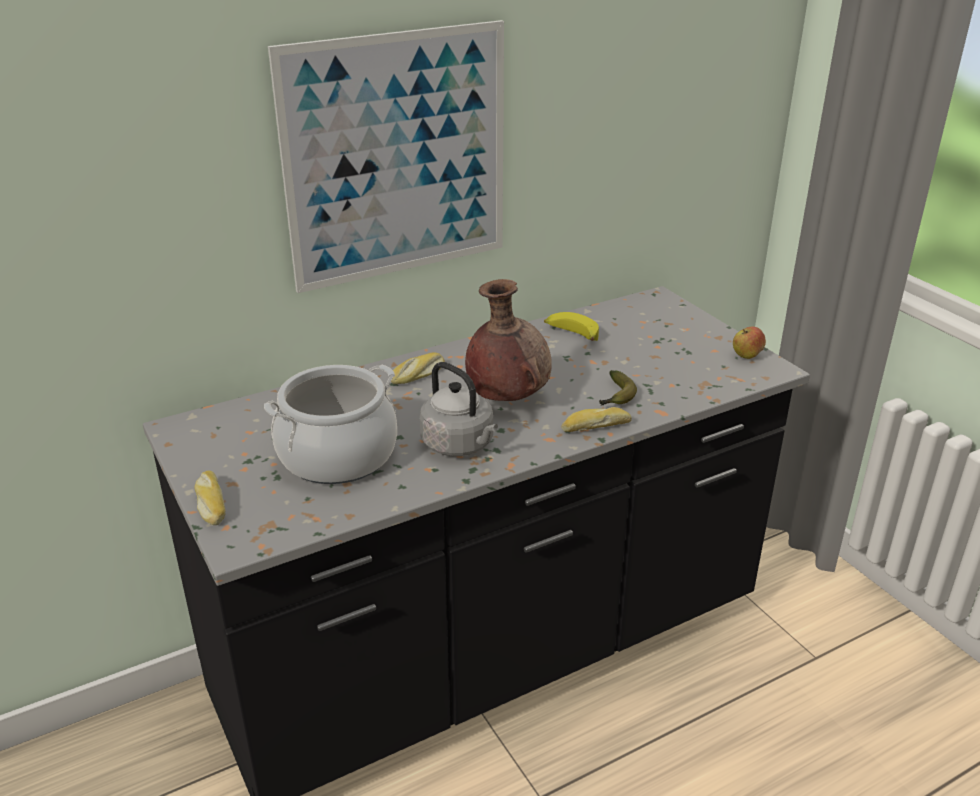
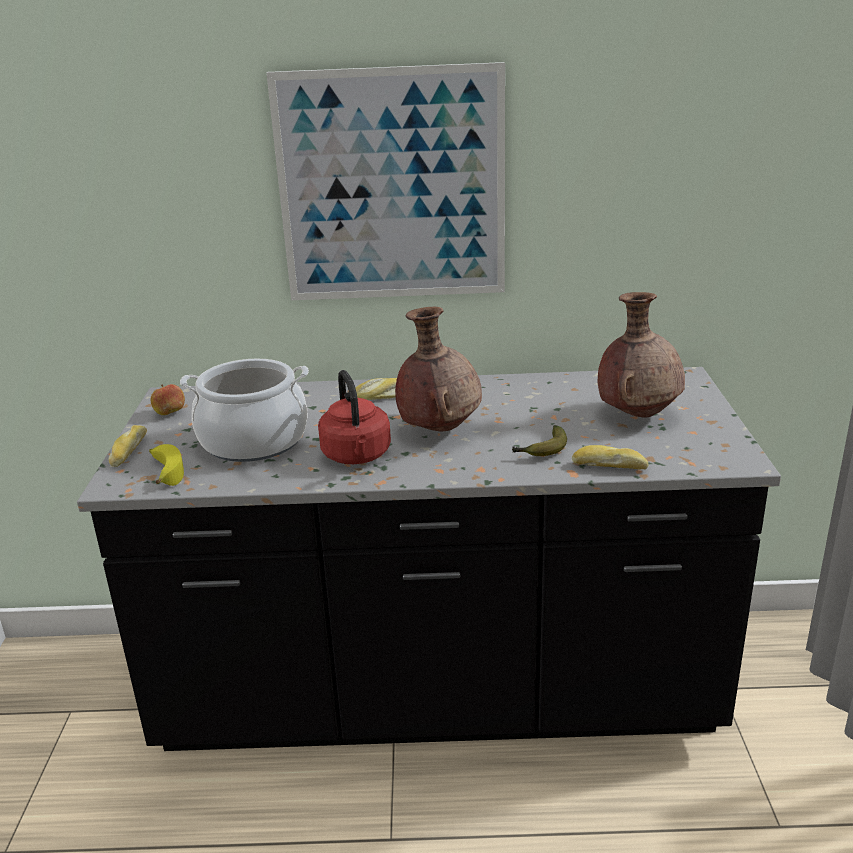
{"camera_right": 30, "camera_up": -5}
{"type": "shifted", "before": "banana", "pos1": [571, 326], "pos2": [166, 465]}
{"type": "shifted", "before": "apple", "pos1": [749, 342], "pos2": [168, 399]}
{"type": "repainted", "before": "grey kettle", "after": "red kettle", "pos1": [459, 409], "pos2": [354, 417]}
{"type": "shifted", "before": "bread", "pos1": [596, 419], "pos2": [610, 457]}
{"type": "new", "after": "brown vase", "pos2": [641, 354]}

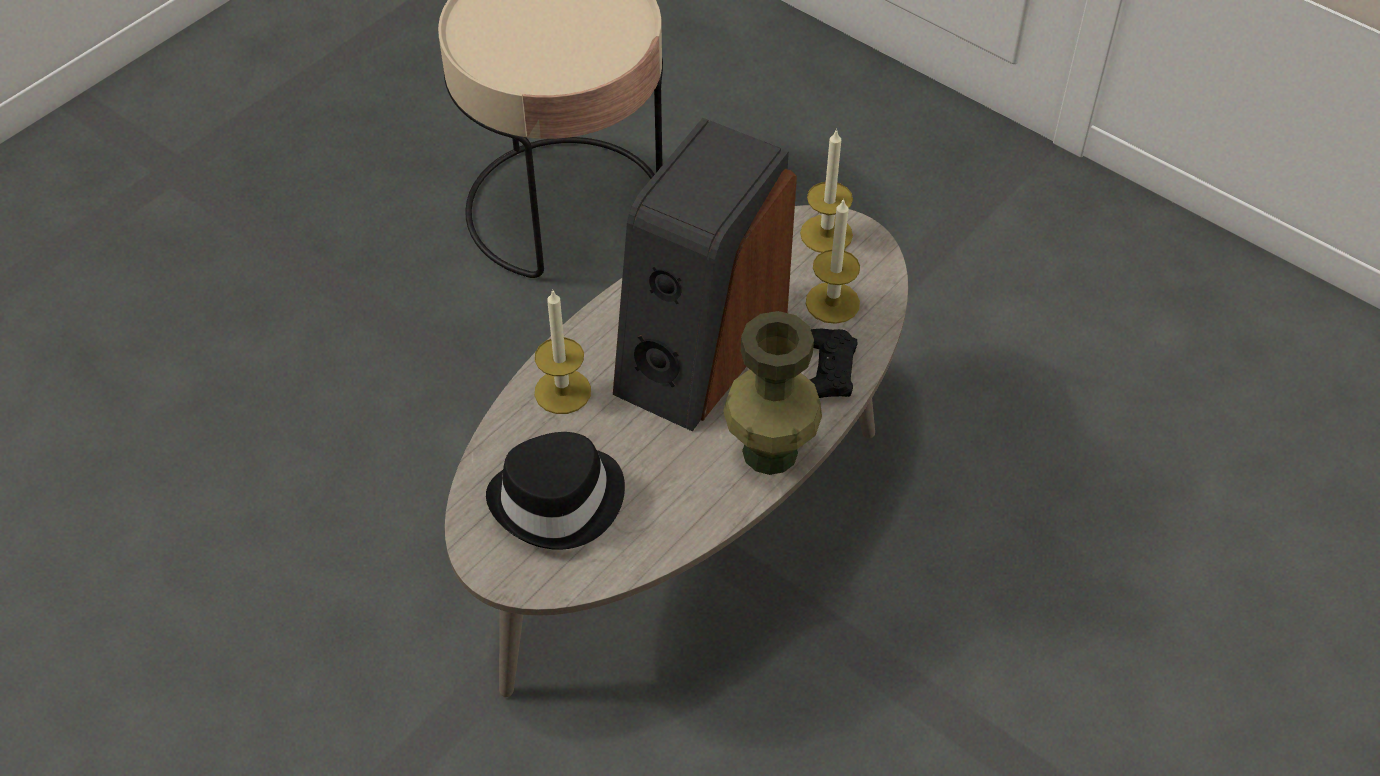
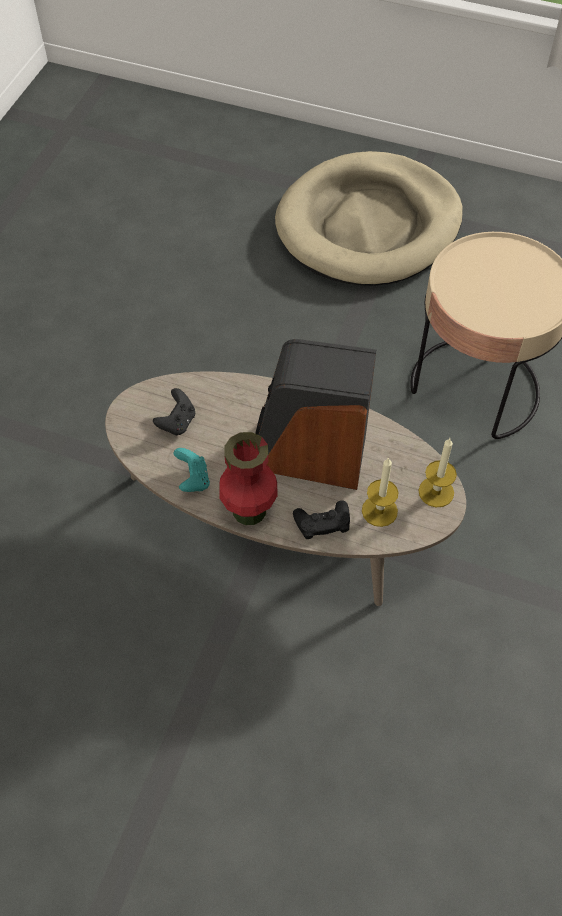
{"camera_right": 70, "camera_up": 5}
{"type": "gone", "before": "candle", "pos1": [563, 351]}
{"type": "repainted", "before": "green vase", "after": "red vase", "pos1": [772, 393], "pos2": [248, 478]}
{"type": "swapped", "before": "black hat", "after": "black game controller", "pos1": [555, 491], "pos2": [174, 412]}
{"type": "new", "after": "beige dog bed", "pos2": [369, 218]}
{"type": "new", "after": "turquoise game controller", "pos2": [191, 470]}

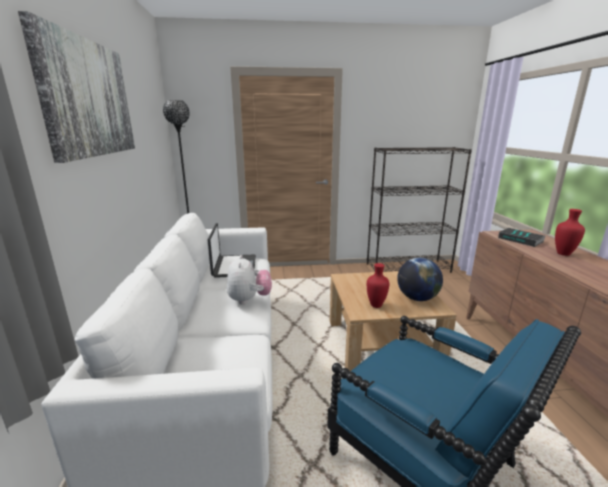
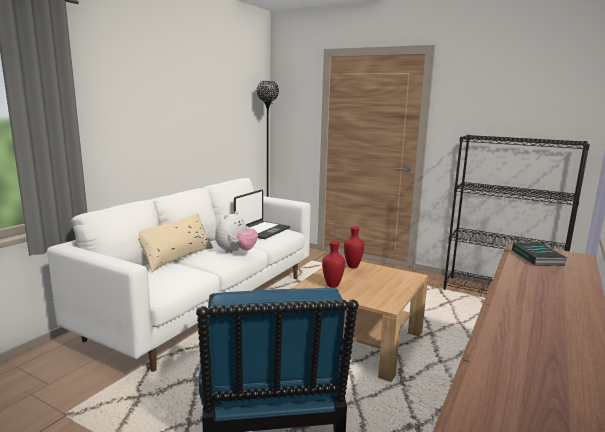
{"camera_right": 35, "camera_up": -5}
{"type": "gone", "before": "picture", "pos1": [76, 87]}
{"type": "shifted", "before": "red vase", "pos1": [570, 232], "pos2": [354, 247]}
{"type": "gone", "before": "globe", "pos1": [420, 279]}
{"type": "new", "after": "beige pillow", "pos2": [175, 242]}

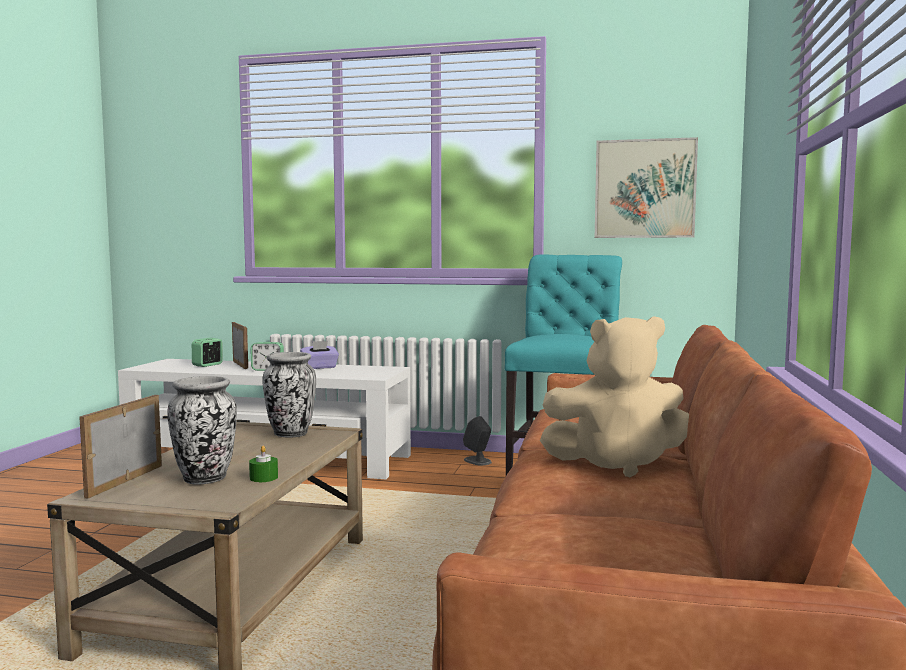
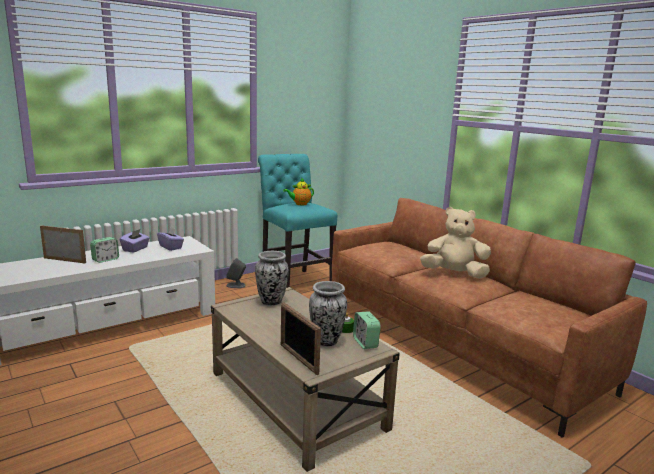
{"camera_right": -50, "camera_up": 10}
{"type": "gone", "before": "picture", "pos1": [646, 187]}
{"type": "rotated", "before": "beige plush toy", "pos1": [614, 396], "pos2": [455, 243], "turn": -120}
{"type": "shifted", "before": "alarm clock", "pos1": [207, 352], "pos2": [367, 330]}
{"type": "new", "after": "teapot", "pos2": [298, 191]}
{"type": "new", "after": "purple tissue box", "pos2": [170, 239]}

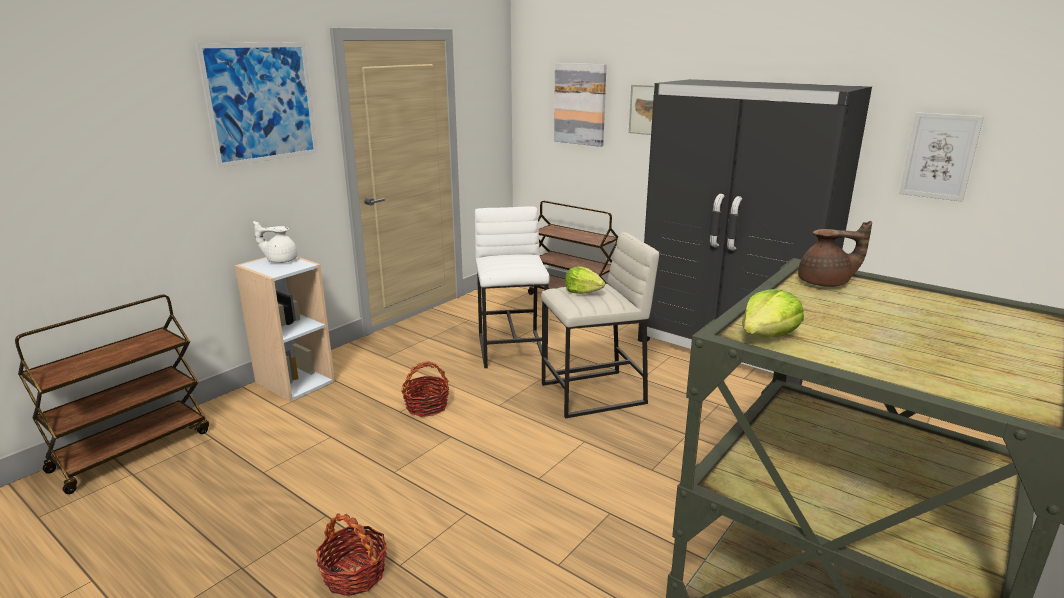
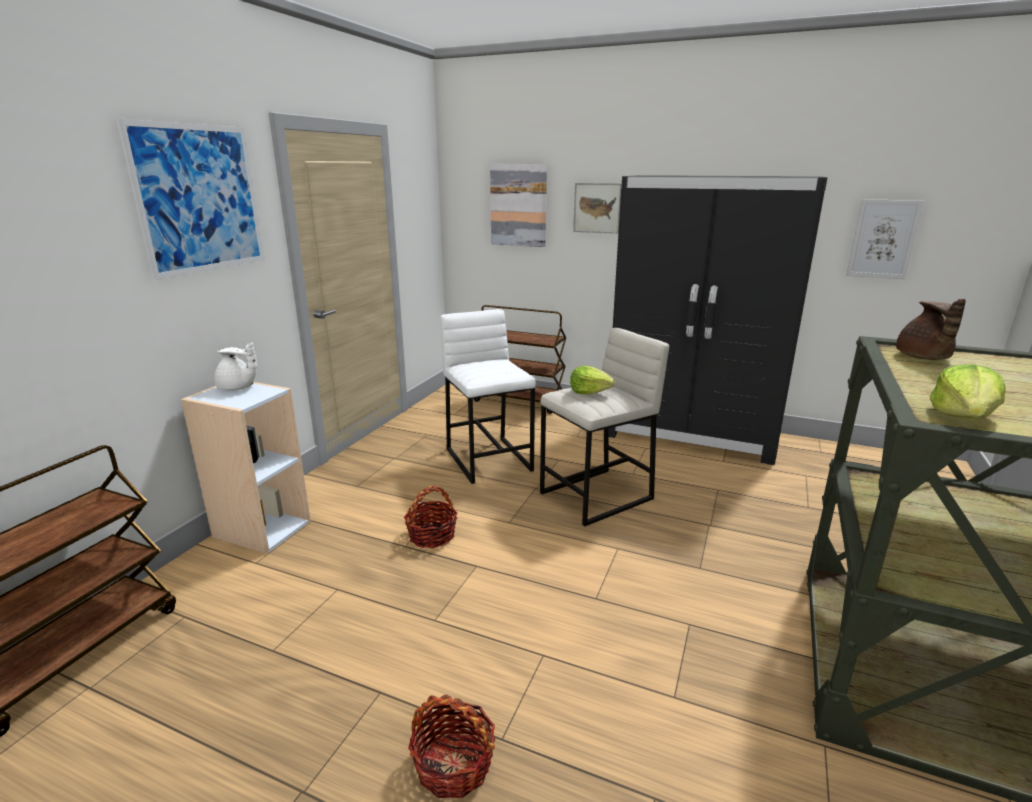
{"camera_right": -15, "camera_up": 0}
{"type": "rotated", "before": "white teapot", "pos1": [275, 242], "pos2": [235, 366], "turn": -150}
{"type": "rotated", "before": "brown teapot", "pos1": [835, 254], "pos2": [931, 329], "turn": 105}

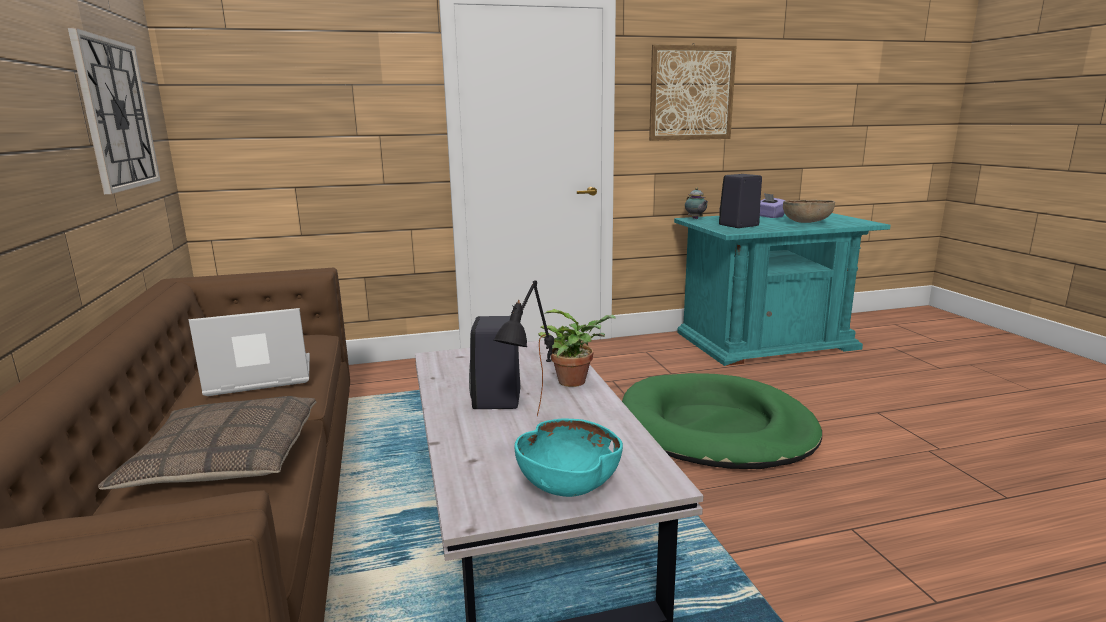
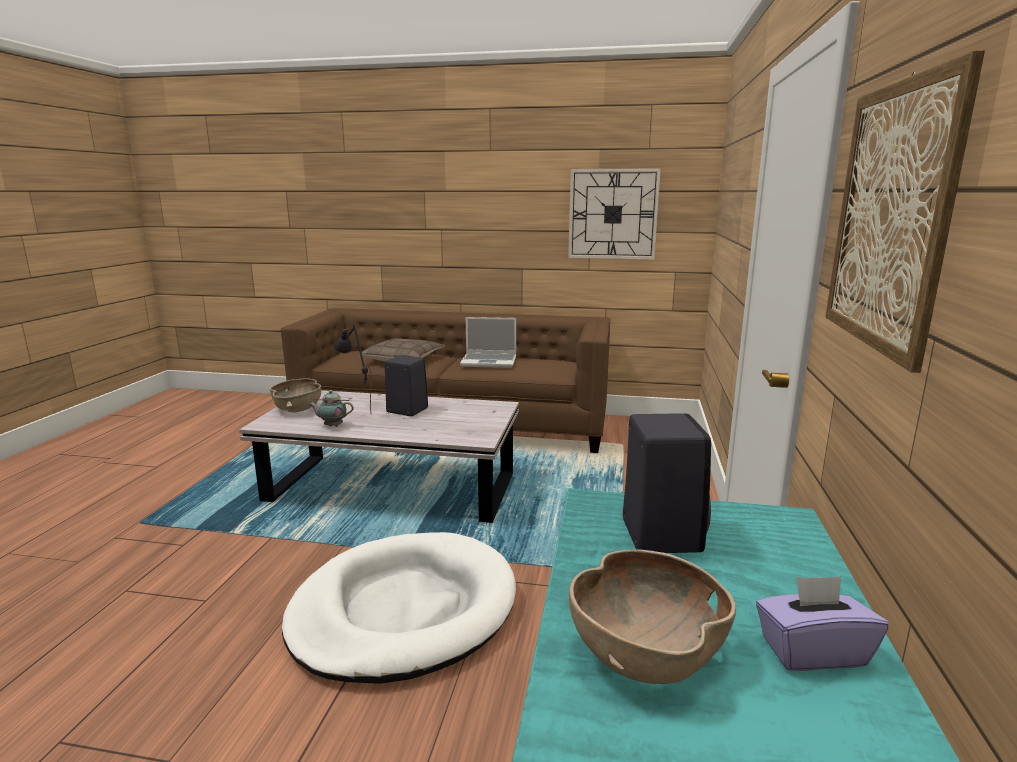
{"camera_right": 115, "camera_up": 0}
{"type": "shifted", "before": "teapot", "pos1": [696, 203], "pos2": [331, 408]}
{"type": "rotated", "before": "laptop", "pos1": [249, 352], "pos2": [488, 342], "turn": 90}
{"type": "gone", "before": "potted plant", "pos1": [577, 348]}
{"type": "repainted", "before": "green dog bed", "after": "white dog bed", "pos1": [722, 421], "pos2": [399, 608]}
{"type": "repainted", "before": "turquoise bowl", "after": "brown bowl", "pos1": [568, 457], "pos2": [295, 395]}

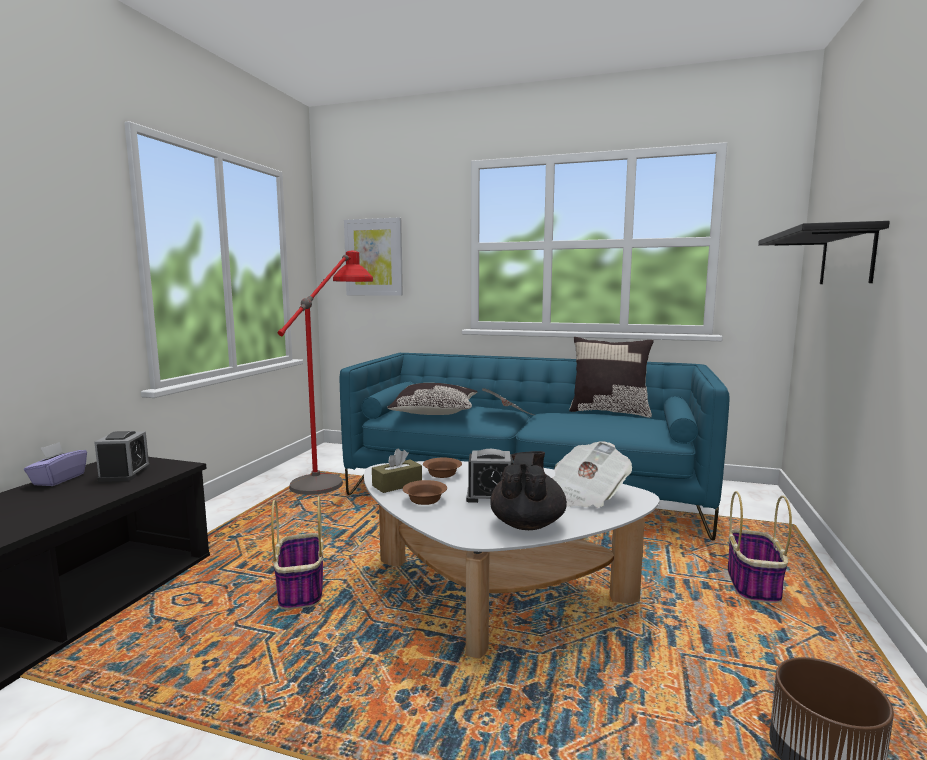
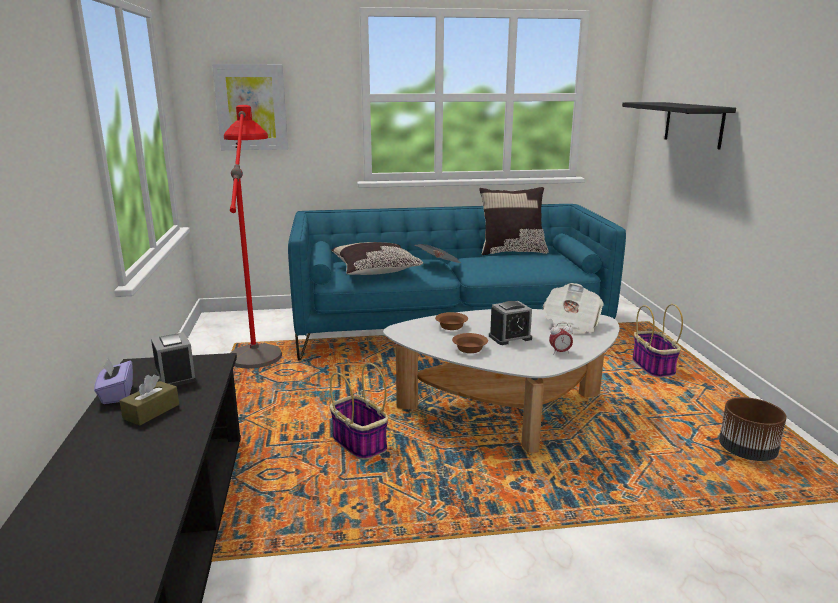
{"camera_right": -25, "camera_up": 10}
{"type": "shifted", "before": "brown tissue box", "pos1": [397, 470], "pos2": [149, 399]}
{"type": "swapped", "before": "black teapot", "after": "alarm clock", "pos1": [528, 490], "pos2": [561, 338]}

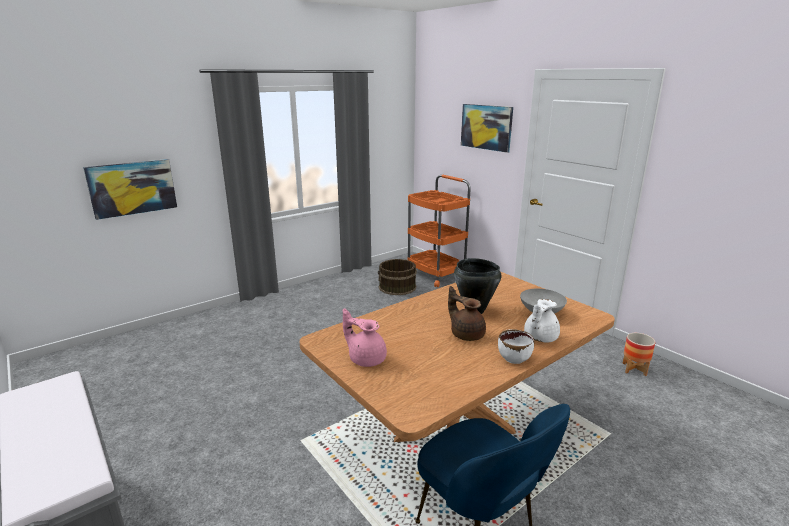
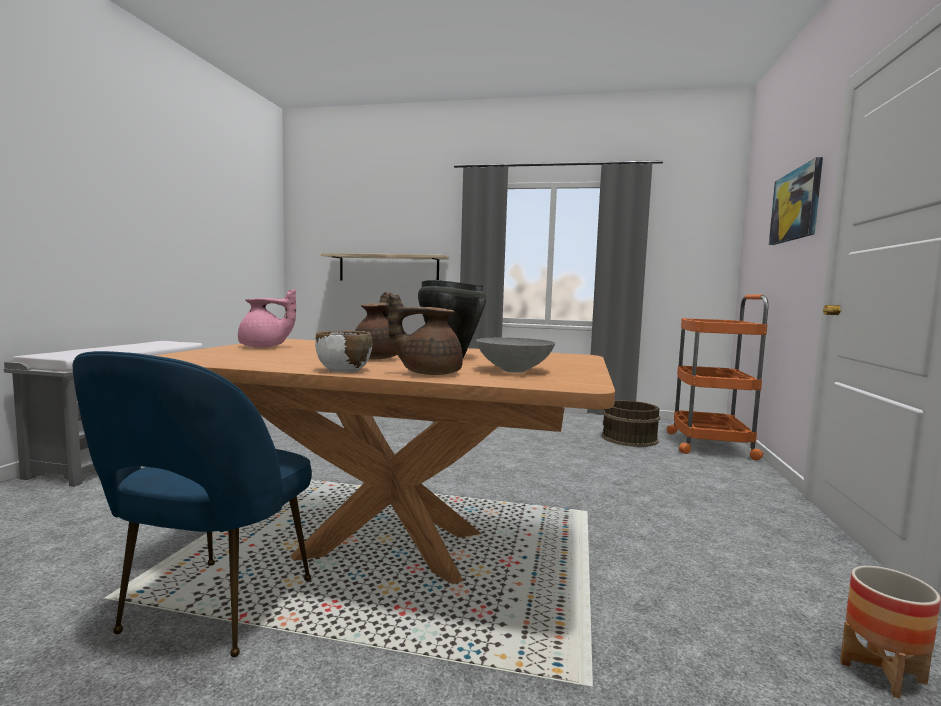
{"camera_right": 50, "camera_up": -15}
{"type": "swapped", "before": "picture", "after": "shelf", "pos1": [130, 189], "pos2": [385, 266]}
{"type": "repainted", "before": "white teapot", "after": "brown teapot", "pos1": [542, 321], "pos2": [425, 333]}
{"type": "rotated", "before": "pink teapot", "pos1": [365, 337], "pos2": [267, 318], "turn": 90}

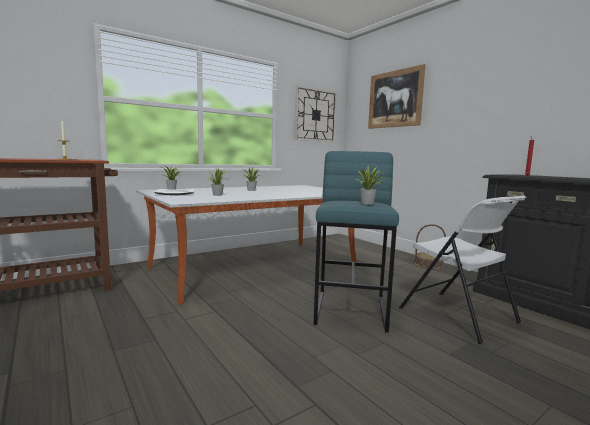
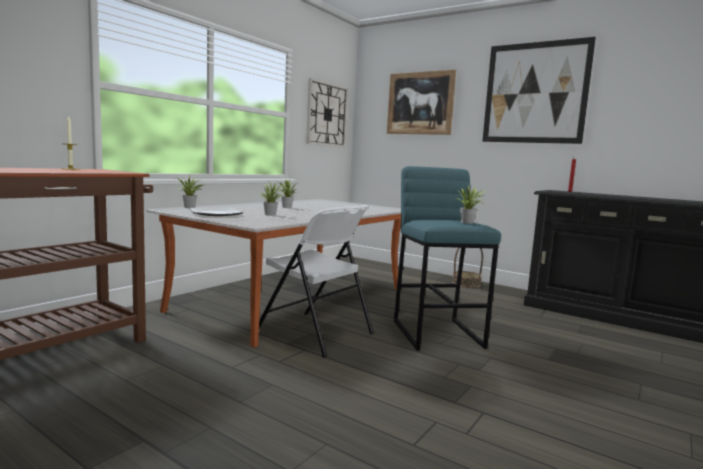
{"camera_right": -20, "camera_up": 0}
{"type": "shifted", "before": "white chair", "pos1": [463, 269], "pos2": [316, 281]}
{"type": "new", "after": "picture", "pos2": [539, 90]}

